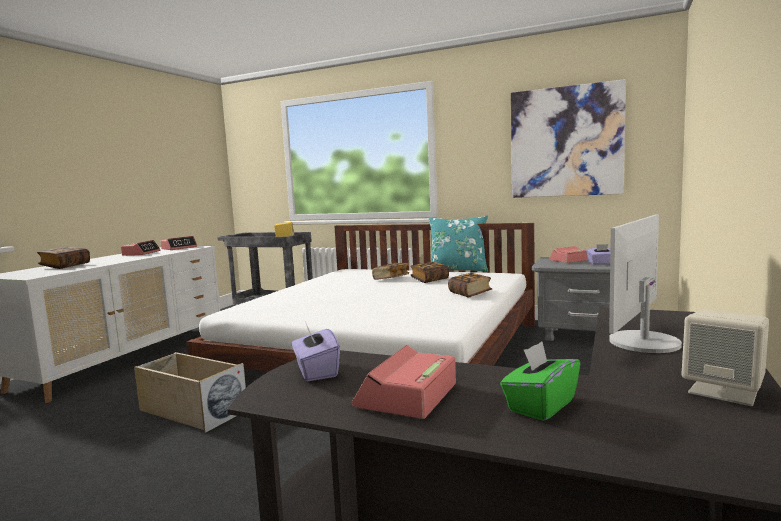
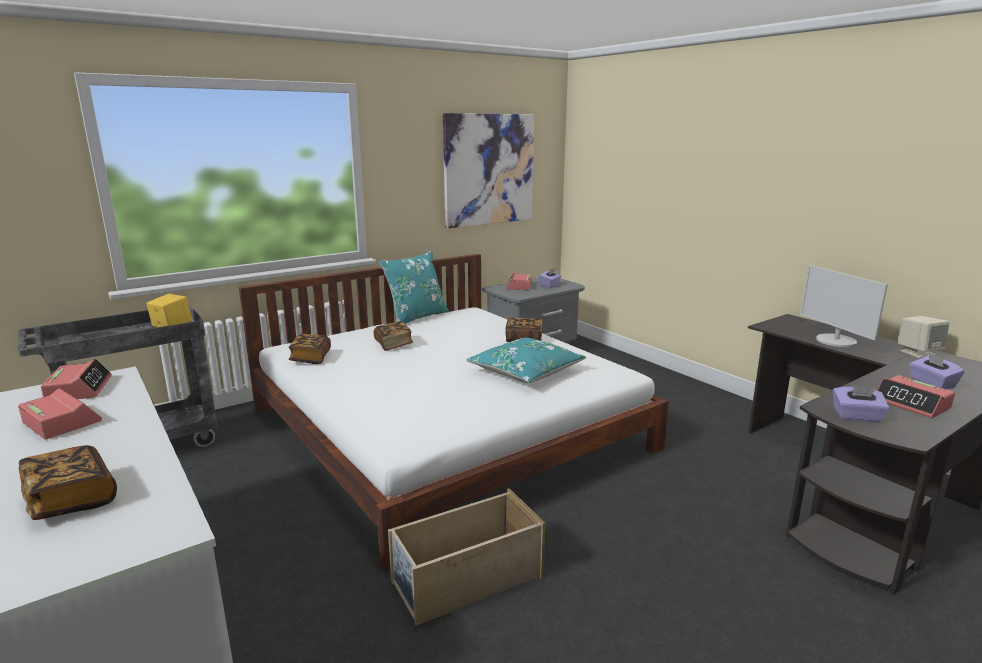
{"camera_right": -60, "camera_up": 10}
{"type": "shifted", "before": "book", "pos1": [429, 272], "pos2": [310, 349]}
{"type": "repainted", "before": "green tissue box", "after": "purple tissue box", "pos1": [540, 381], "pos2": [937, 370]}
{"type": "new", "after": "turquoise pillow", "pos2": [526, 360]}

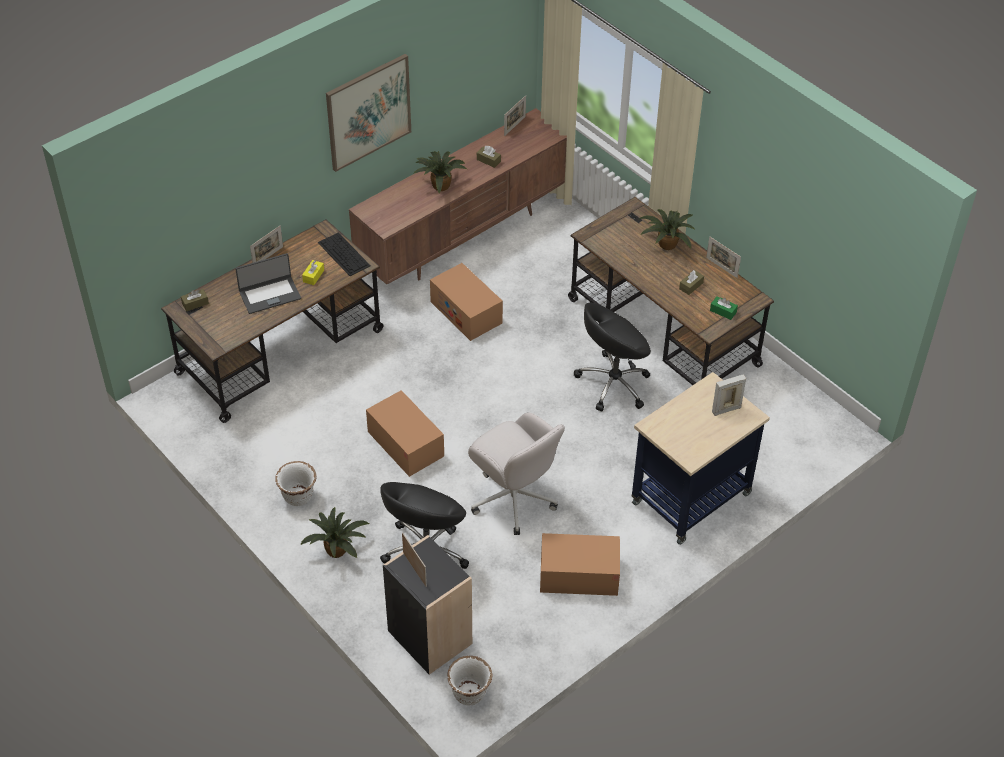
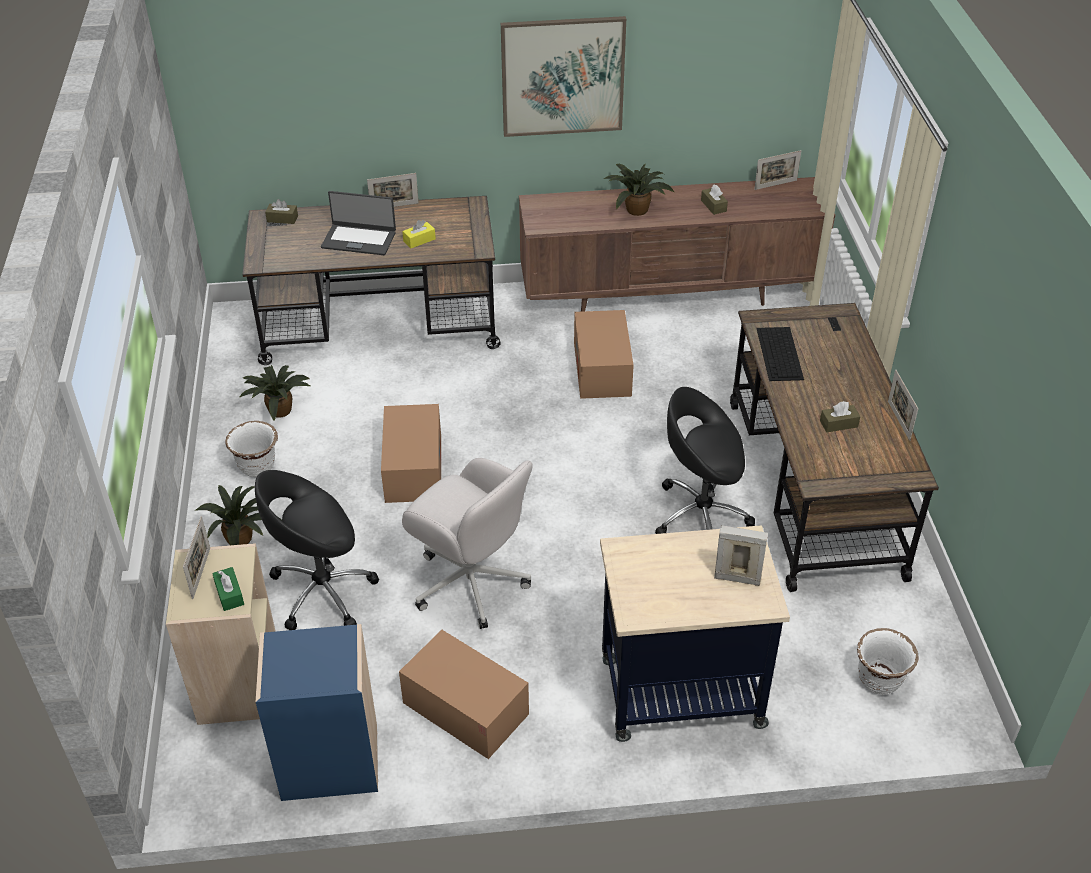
{"camera_right": 35, "camera_up": -5}
{"type": "shifted", "before": "potted plant", "pos1": [666, 229], "pos2": [275, 392]}
{"type": "shifted", "before": "keyboard", "pos1": [344, 254], "pos2": [780, 354]}
{"type": "shifted", "before": "green tissue box", "pos1": [724, 308], "pos2": [228, 589]}
{"type": "rotated", "before": "white office chair", "pos1": [516, 474], "pos2": [467, 543], "turn": -45}
{"type": "repainted", "before": "black bookcase", "after": "beige bookcase", "pos1": [427, 605], "pos2": [221, 634]}
{"type": "shifted", "before": "white planter", "pos1": [469, 680], "pos2": [888, 661]}
{"type": "new", "after": "blue bookcase", "pos2": [317, 712]}

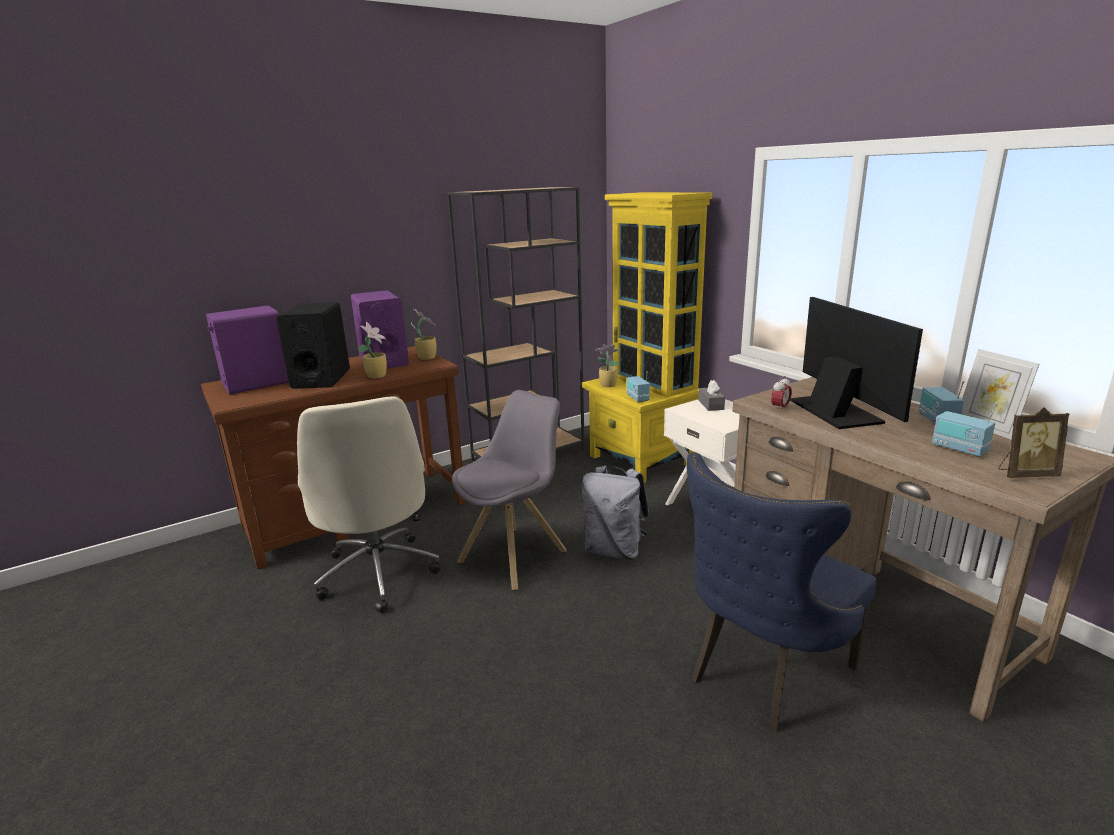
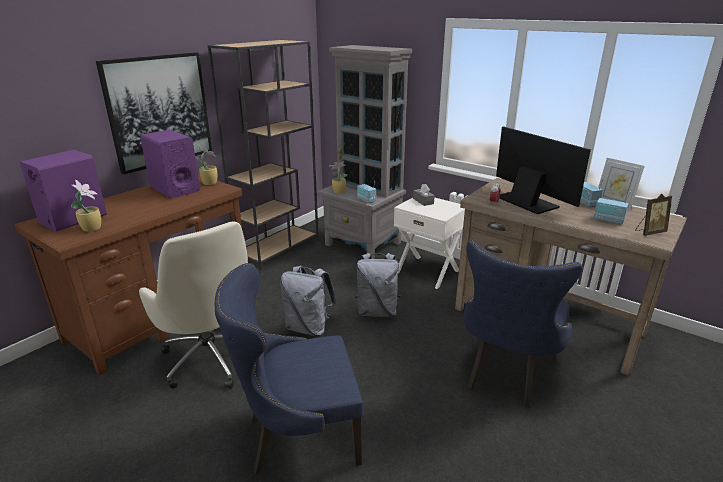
{"camera_right": -20, "camera_up": 5}
{"type": "repainted", "before": "yellow cabinet", "after": "grey cabinet", "pos1": [647, 337], "pos2": [365, 152]}
{"type": "gone", "before": "black speaker", "pos1": [313, 345]}
{"type": "shifted", "before": "potted plant", "pos1": [372, 350], "pos2": [86, 206]}
{"type": "swapped", "before": "grey chair", "after": "grey backpack", "pos1": [509, 490], "pos2": [308, 301]}
{"type": "new", "after": "picture", "pos2": [154, 113]}
{"type": "new", "after": "blue chair", "pos2": [289, 368]}

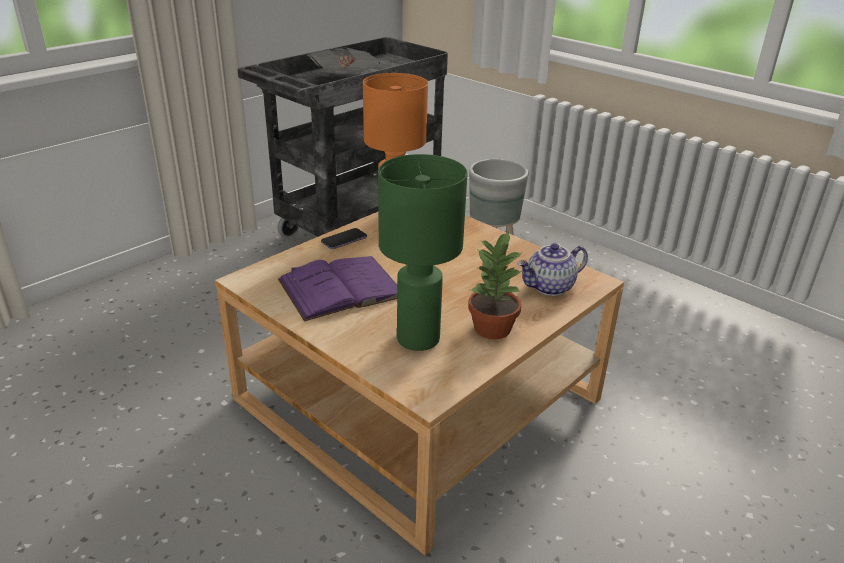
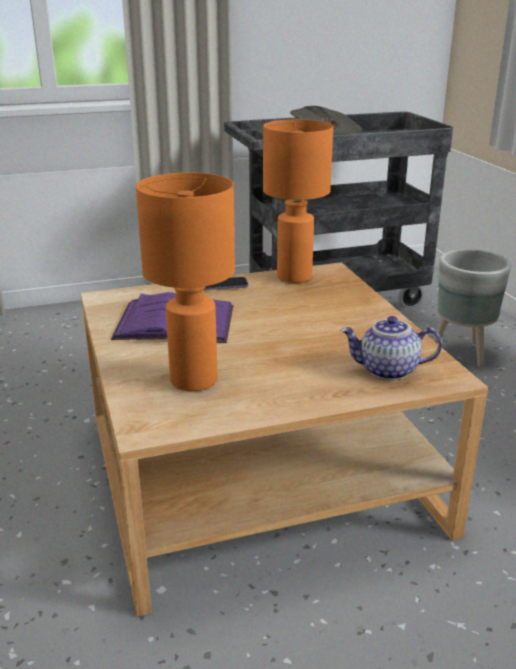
{"camera_right": 30, "camera_up": -5}
{"type": "repainted", "before": "green table lamp", "after": "orange table lamp", "pos1": [423, 252], "pos2": [185, 281]}
{"type": "gone", "before": "potted plant", "pos1": [495, 285]}

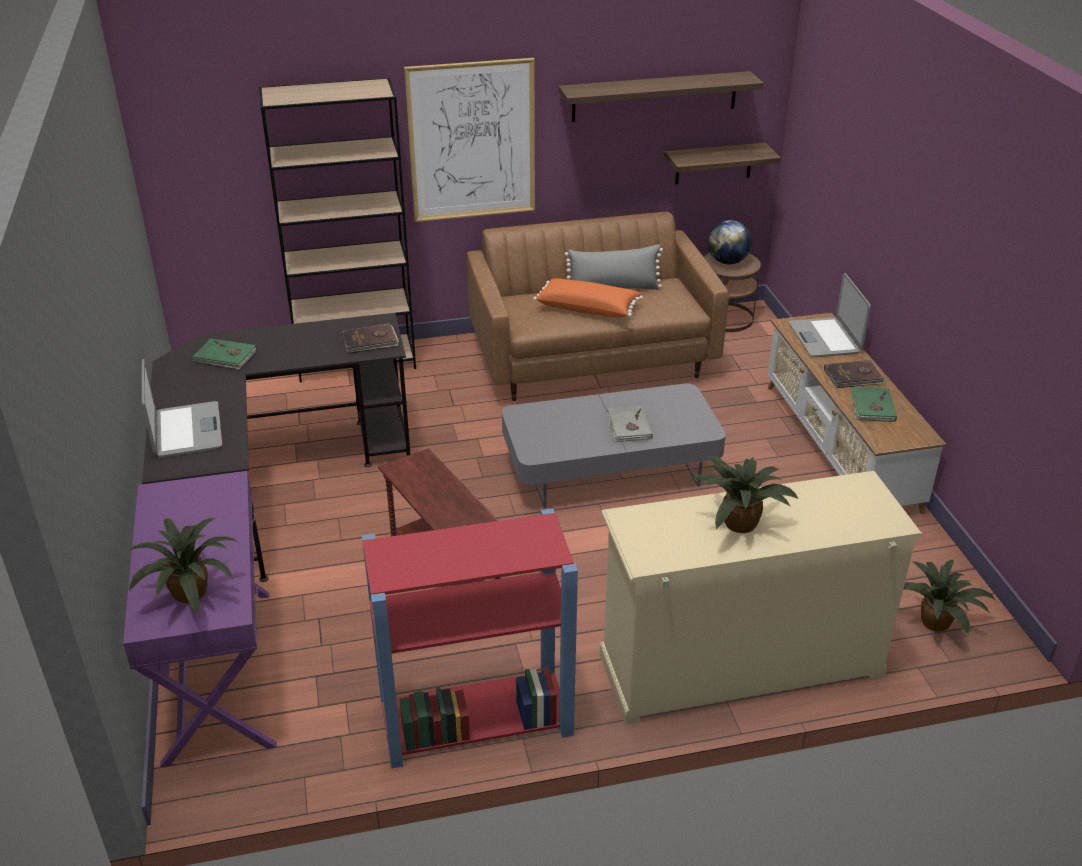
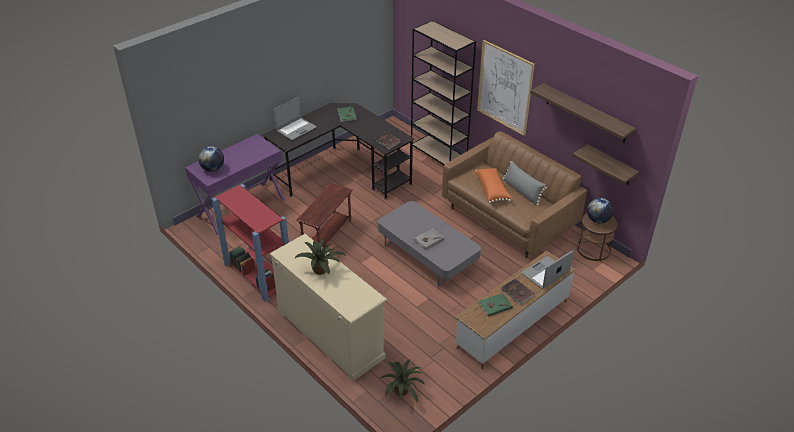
{"camera_right": 60, "camera_up": 5}
{"type": "swapped", "before": "potted plant", "after": "globe", "pos1": [183, 566], "pos2": [211, 159]}

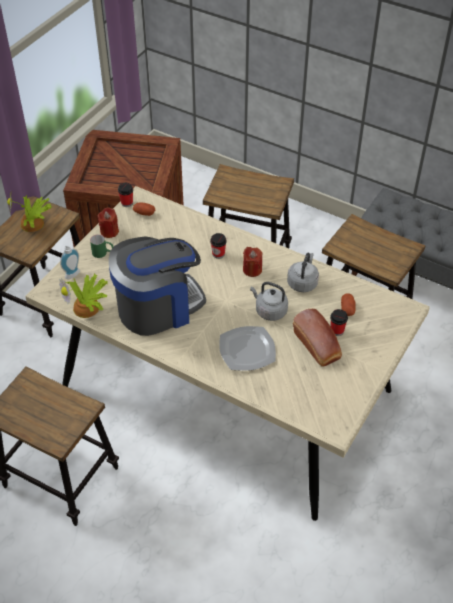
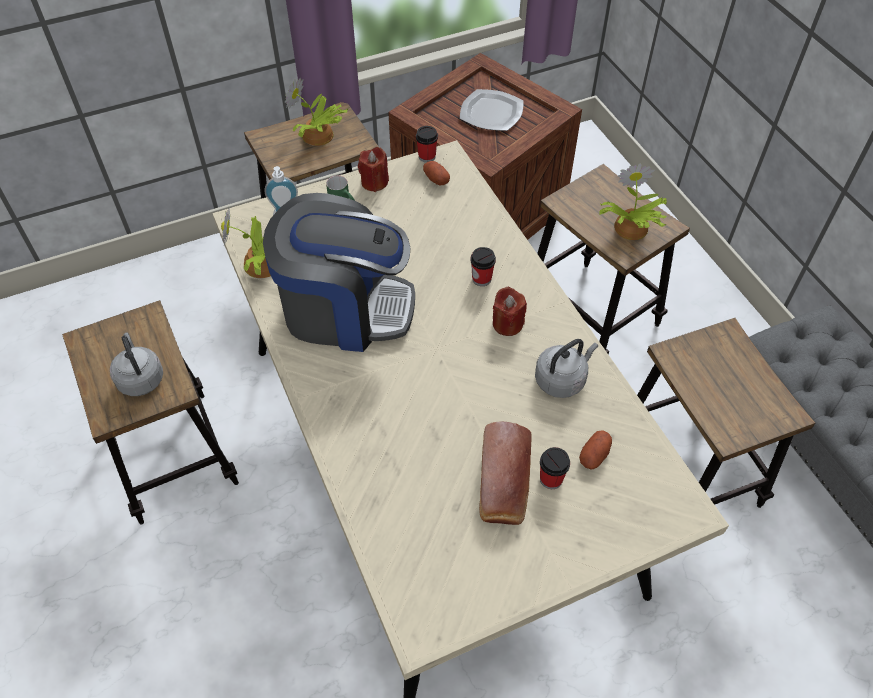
{"camera_right": 35, "camera_up": 5}
{"type": "shifted", "before": "grey kettle", "pos1": [269, 301], "pos2": [136, 364]}
{"type": "shifted", "before": "plate", "pos1": [247, 348], "pos2": [492, 110]}
{"type": "new", "after": "potted plant", "pos2": [633, 201]}

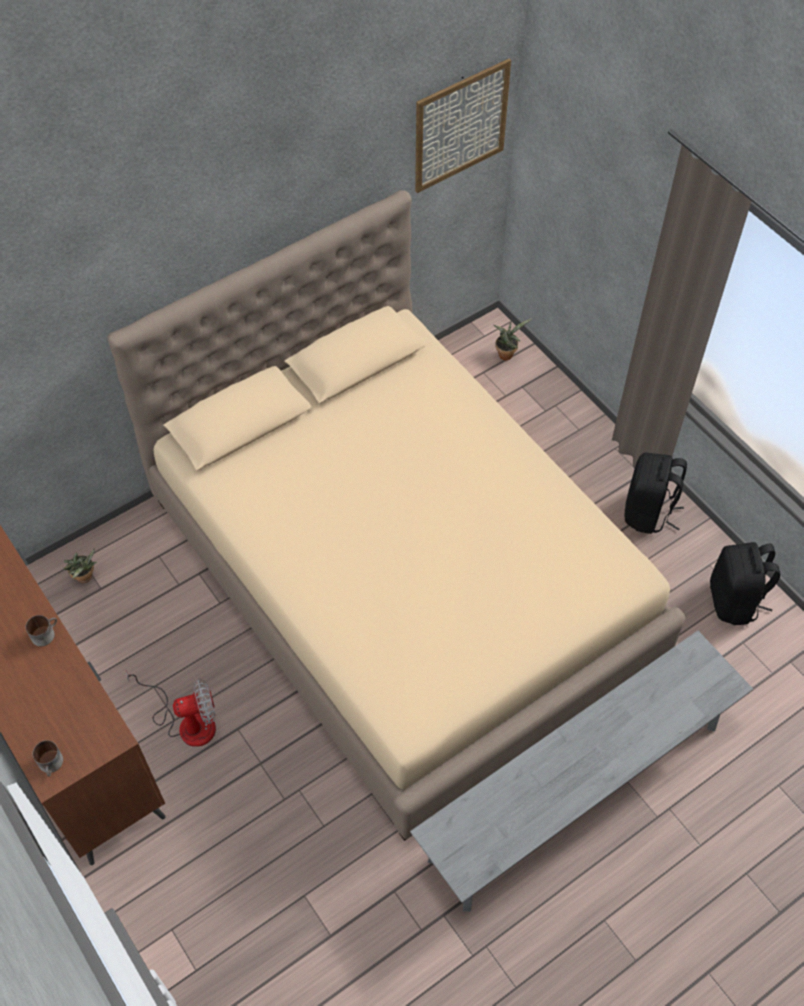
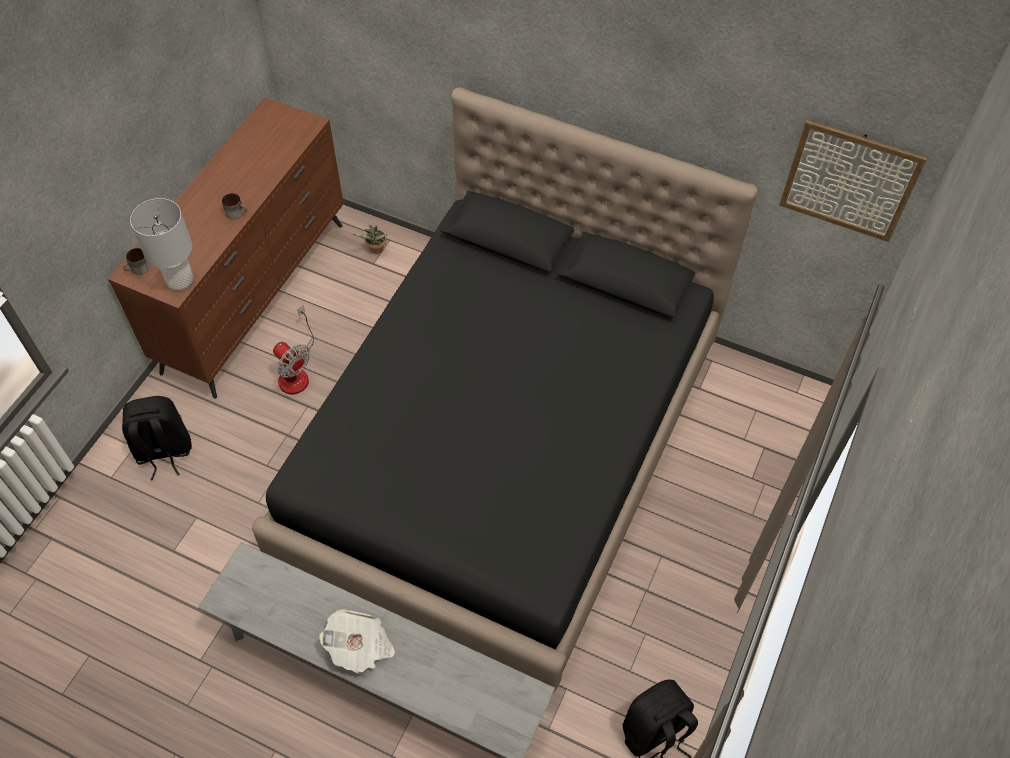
{"camera_right": 60, "camera_up": 0}
{"type": "repainted", "before": "beige bed", "after": "black bed", "pos1": [397, 515], "pos2": [505, 390]}
{"type": "gone", "before": "potted plant", "pos1": [512, 340]}
{"type": "shifted", "before": "black backpack", "pos1": [656, 493], "pos2": [157, 438]}
{"type": "new", "after": "grey table lamp", "pos2": [162, 244]}
{"type": "new", "after": "newspaper", "pos2": [357, 641]}

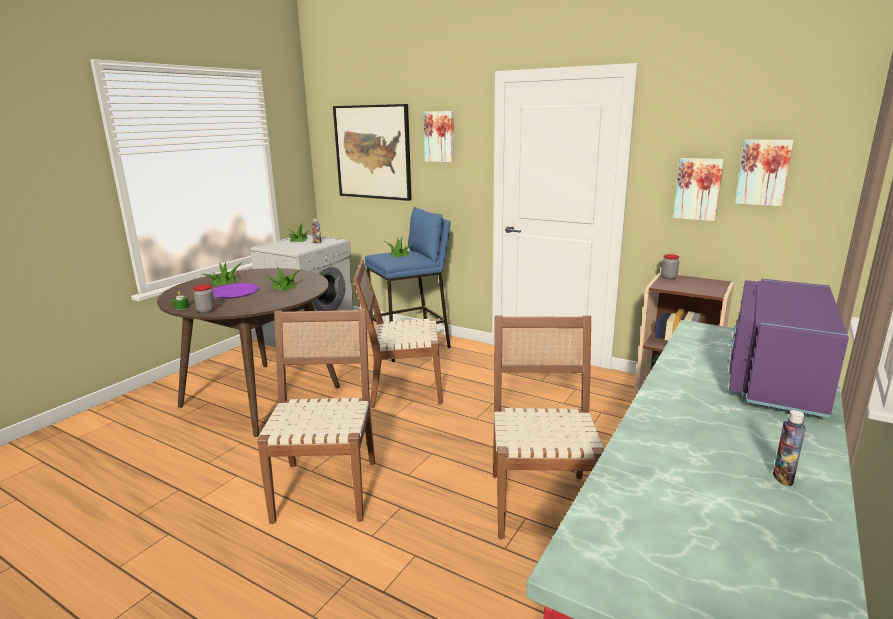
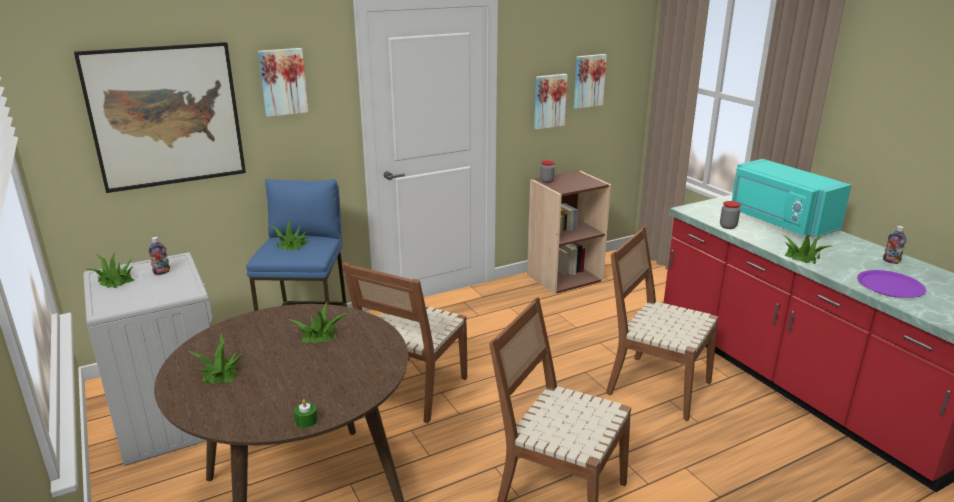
{"camera_right": -60, "camera_up": 5}
{"type": "repainted", "before": "purple microwave", "after": "turquoise microwave", "pos1": [788, 348], "pos2": [792, 198]}
{"type": "shifted", "before": "purple plate", "pos1": [235, 290], "pos2": [891, 284]}
{"type": "shifted", "before": "jar", "pos1": [204, 298], "pos2": [730, 215]}
{"type": "new", "after": "potted plant", "pos2": [807, 249]}

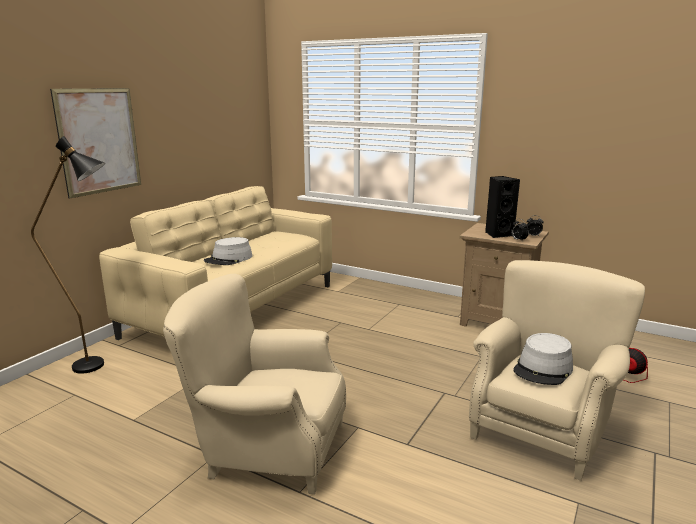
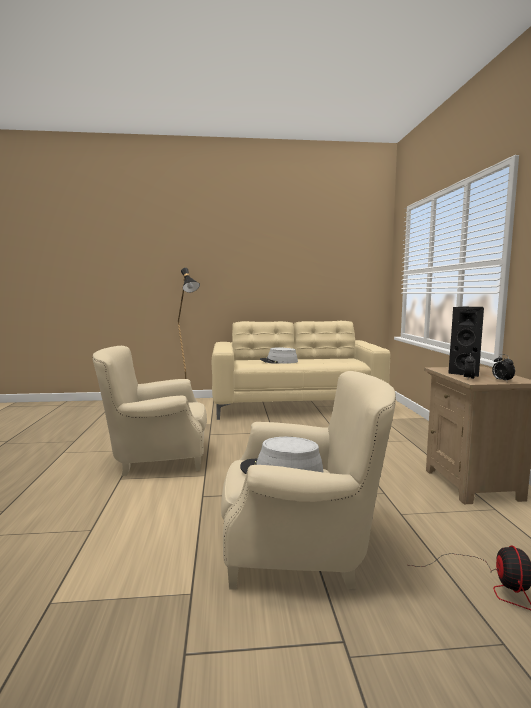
{"camera_right": 55, "camera_up": -10}
{"type": "gone", "before": "picture", "pos1": [95, 143]}
{"type": "rotated", "before": "beige armchair", "pos1": [254, 384], "pos2": [150, 411], "turn": -75}

